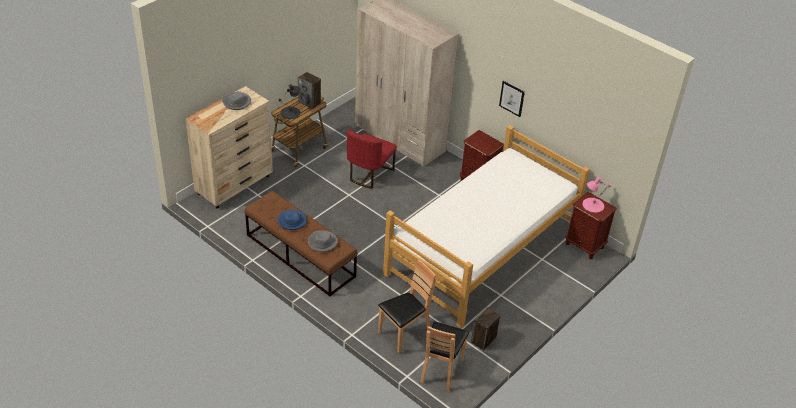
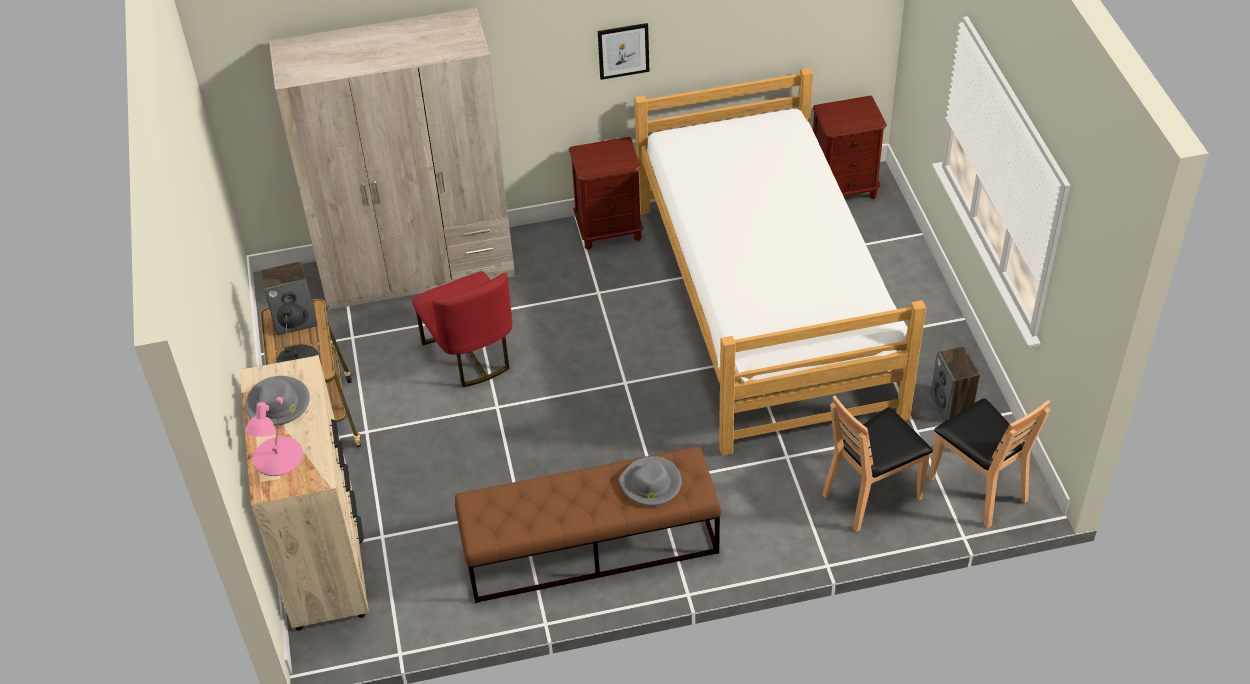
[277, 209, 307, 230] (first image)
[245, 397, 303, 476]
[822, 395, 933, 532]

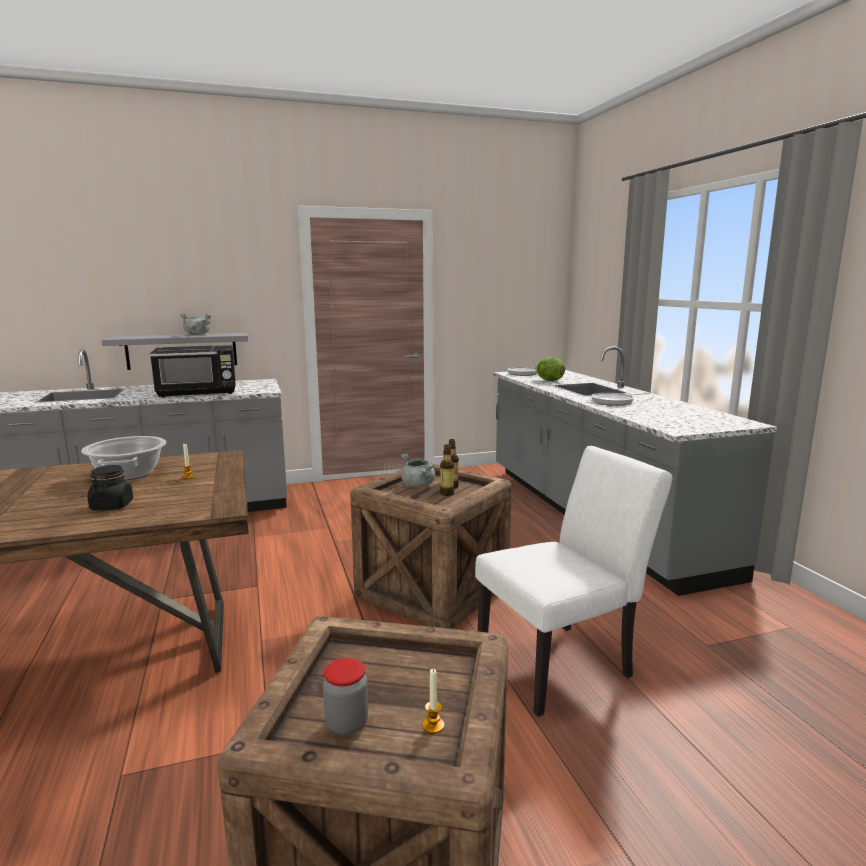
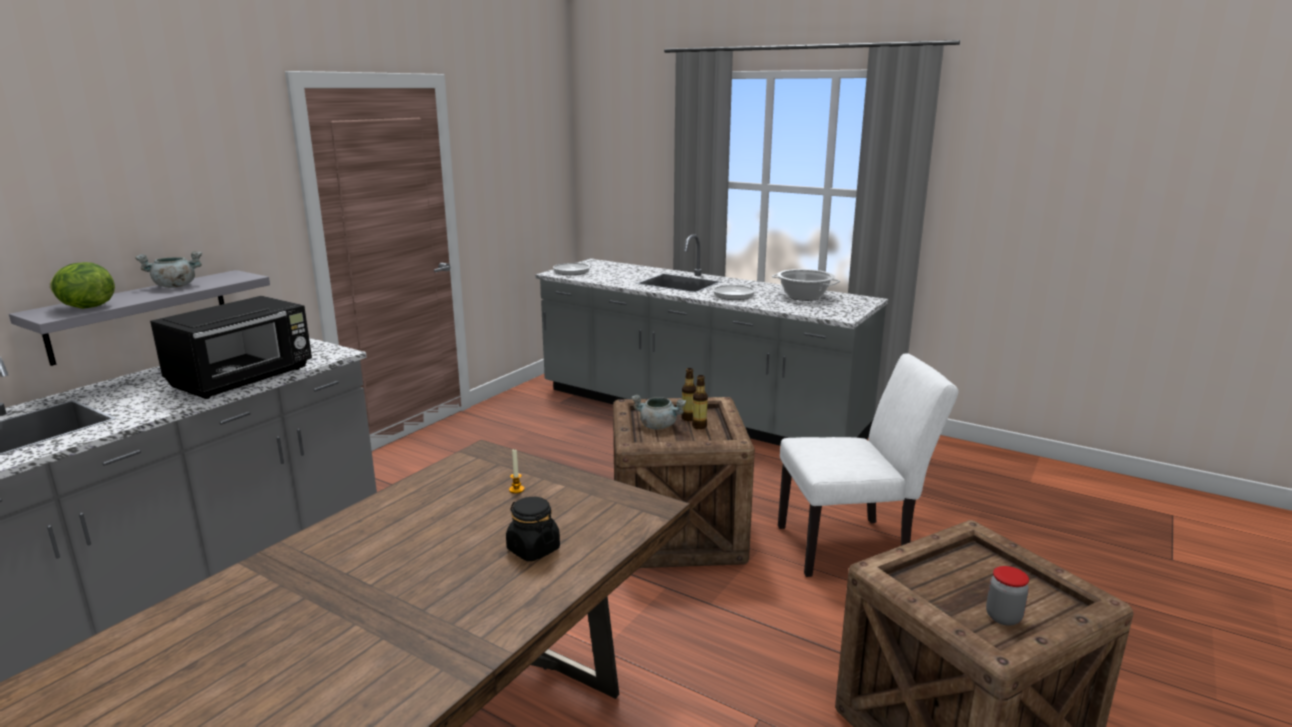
[422, 669, 444, 734] (first image)
[772, 269, 840, 301]
[50, 262, 115, 309]
[778, 353, 958, 577]

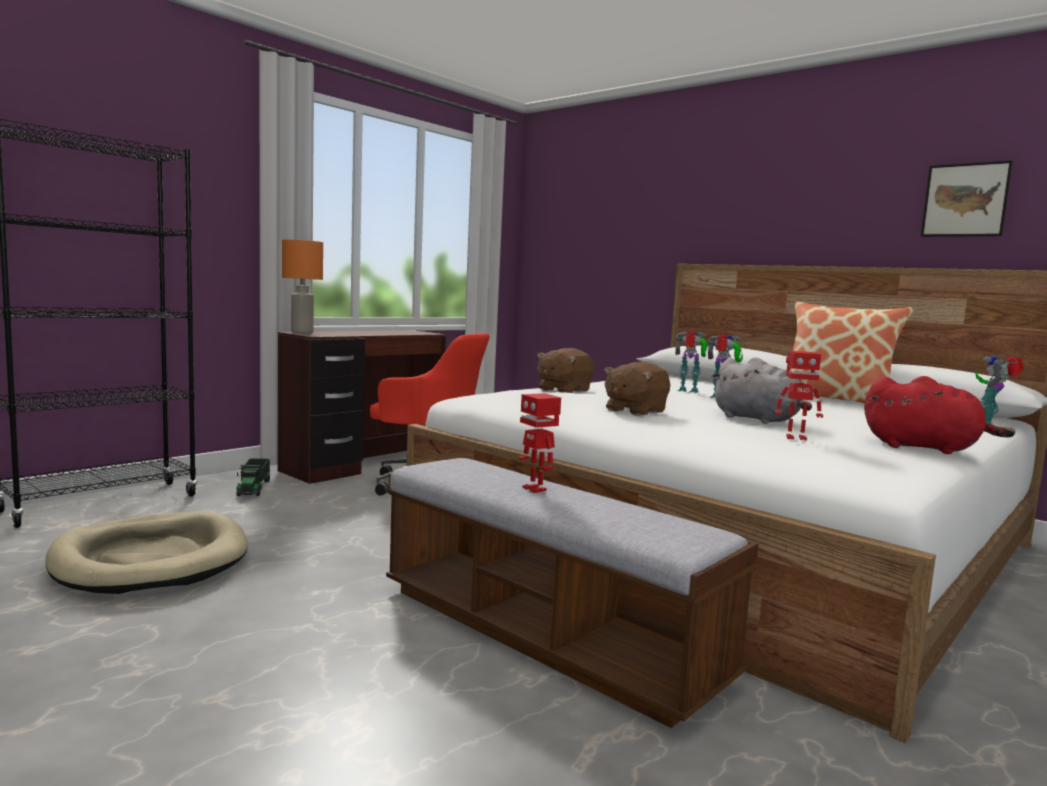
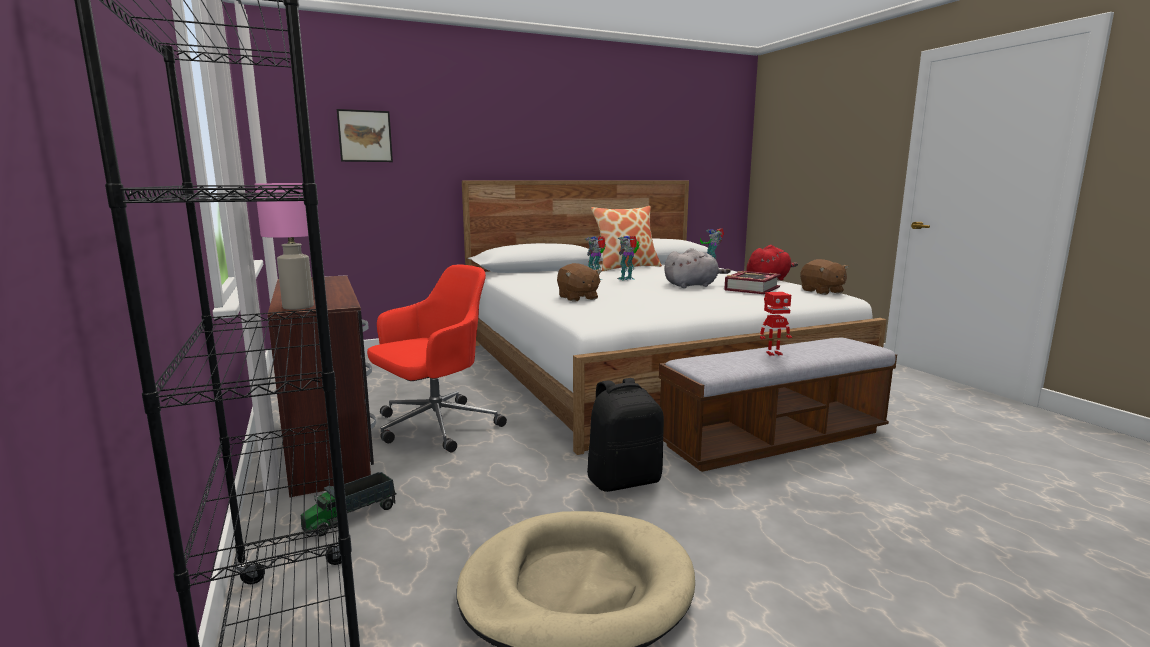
[587, 378, 664, 492]
[800, 259, 848, 295]
[337, 109, 393, 162]
[724, 271, 781, 294]
[255, 183, 314, 310]
[301, 472, 397, 537]

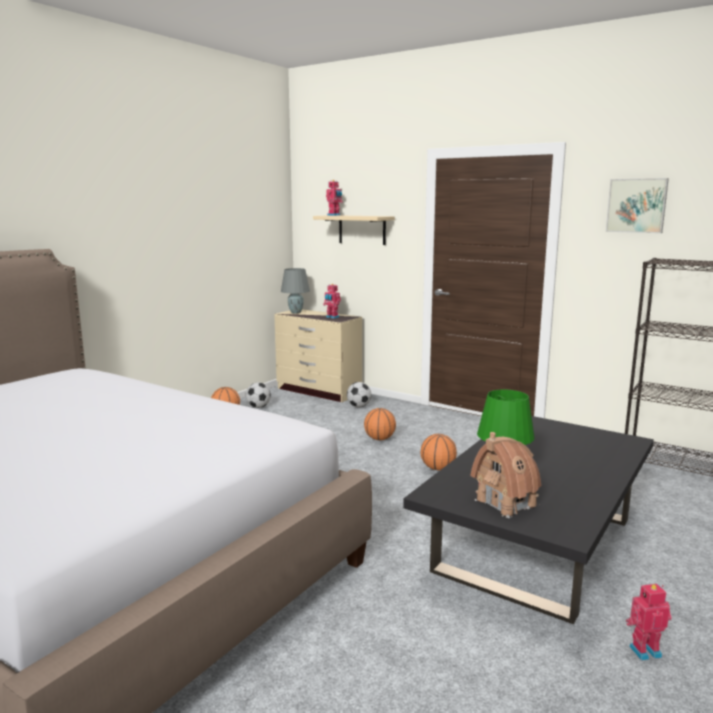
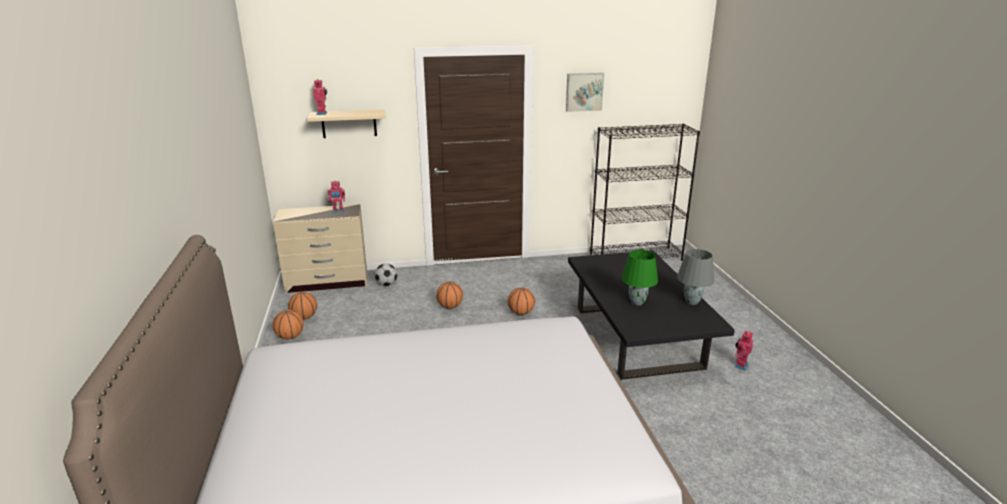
[470, 432, 541, 518] (first image)
[677, 249, 714, 305]
[288, 292, 317, 320]

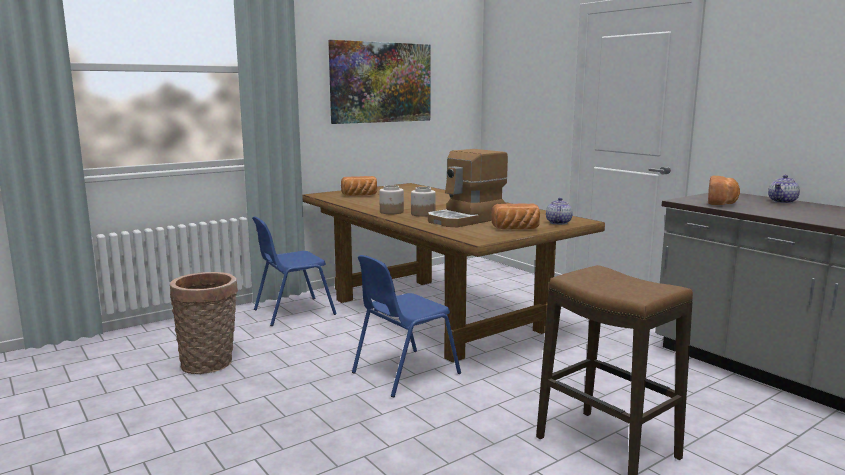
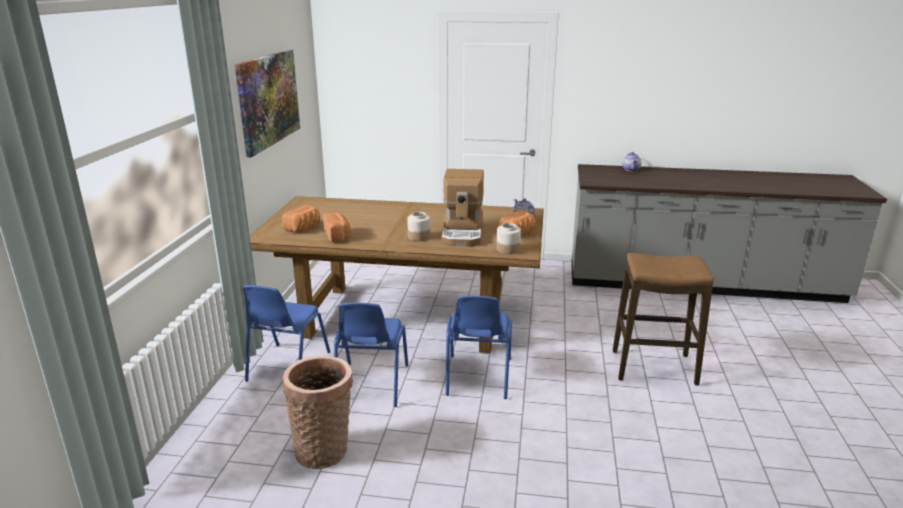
[334, 303, 408, 407]
[496, 223, 521, 254]
[323, 213, 351, 242]

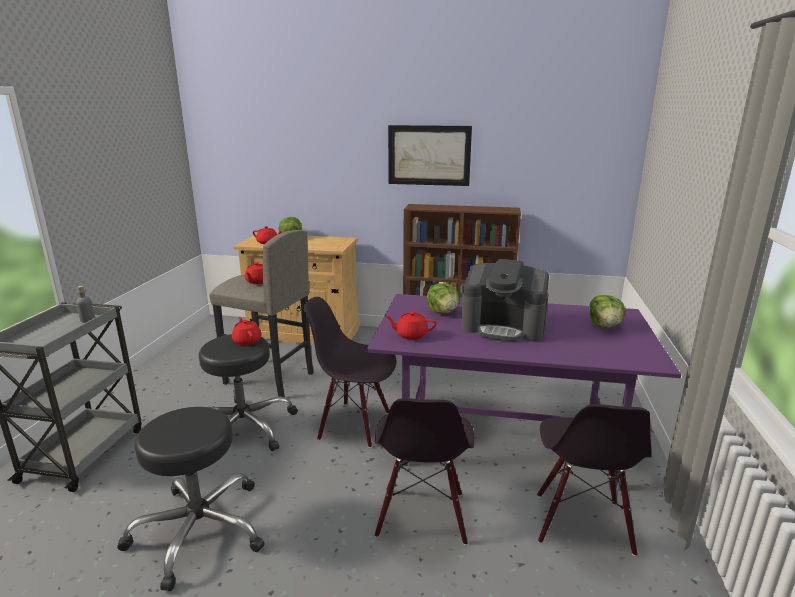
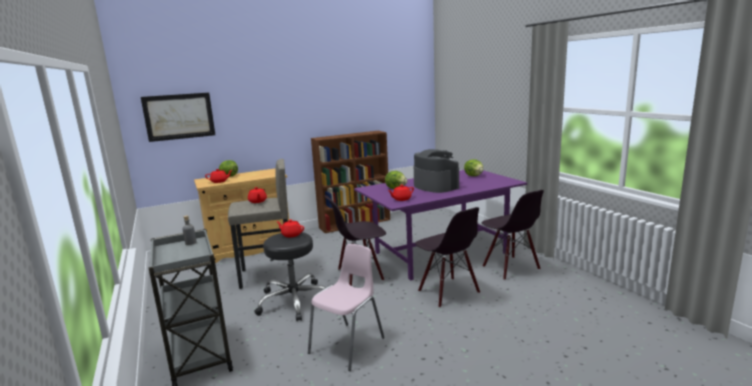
[141, 92, 215, 142]
[308, 244, 385, 371]
[414, 149, 459, 193]

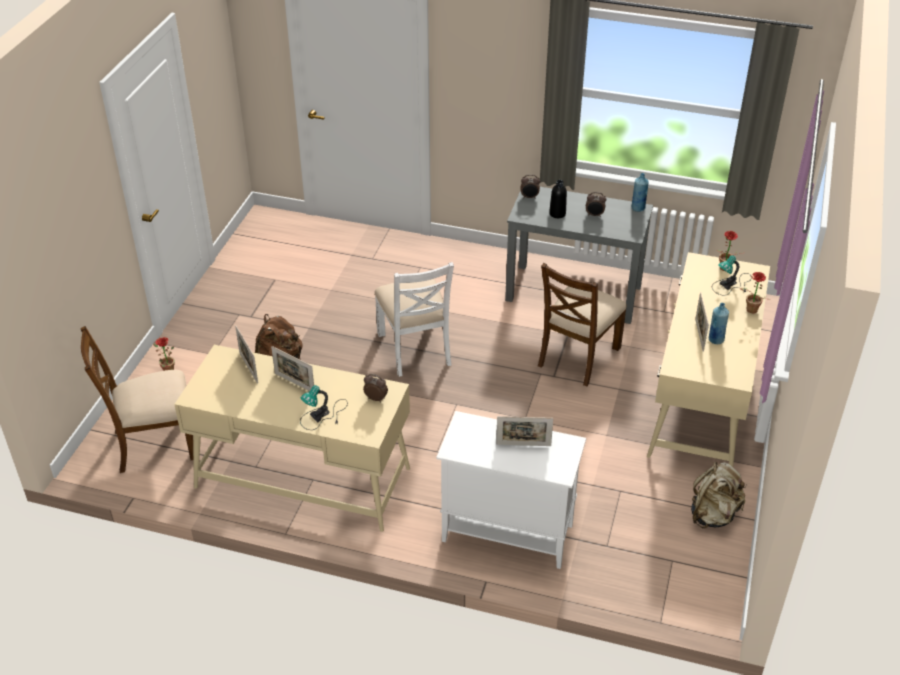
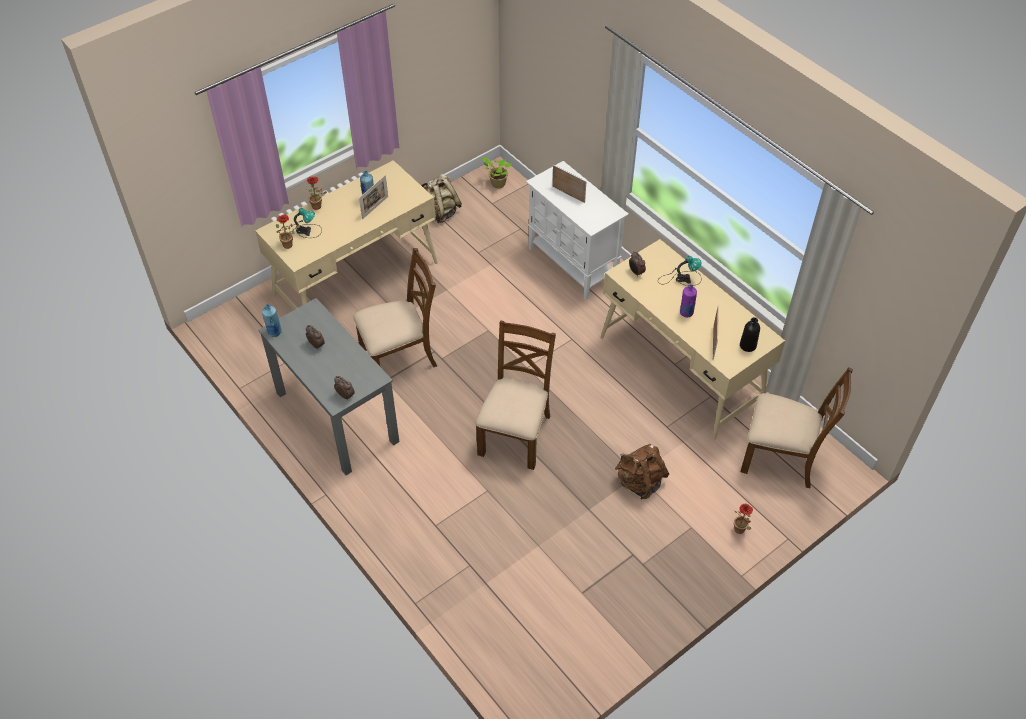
[481, 158, 512, 188]
[740, 318, 760, 352]
[680, 284, 697, 317]
[476, 320, 556, 470]

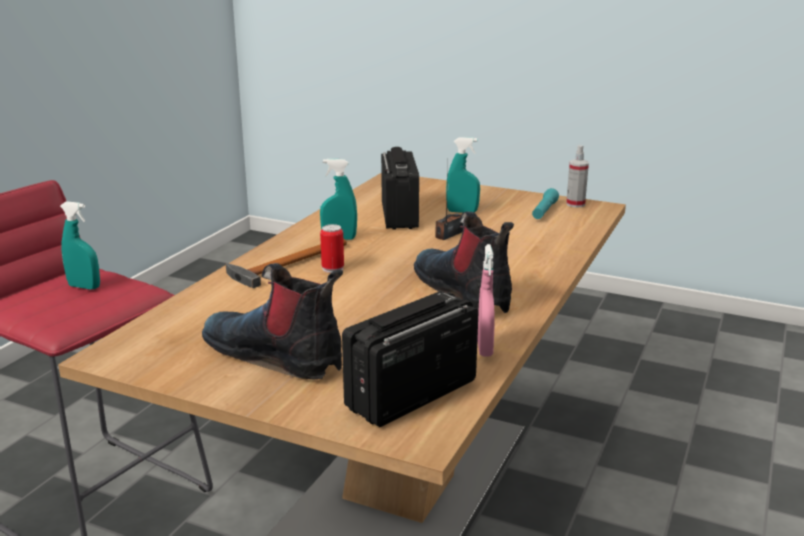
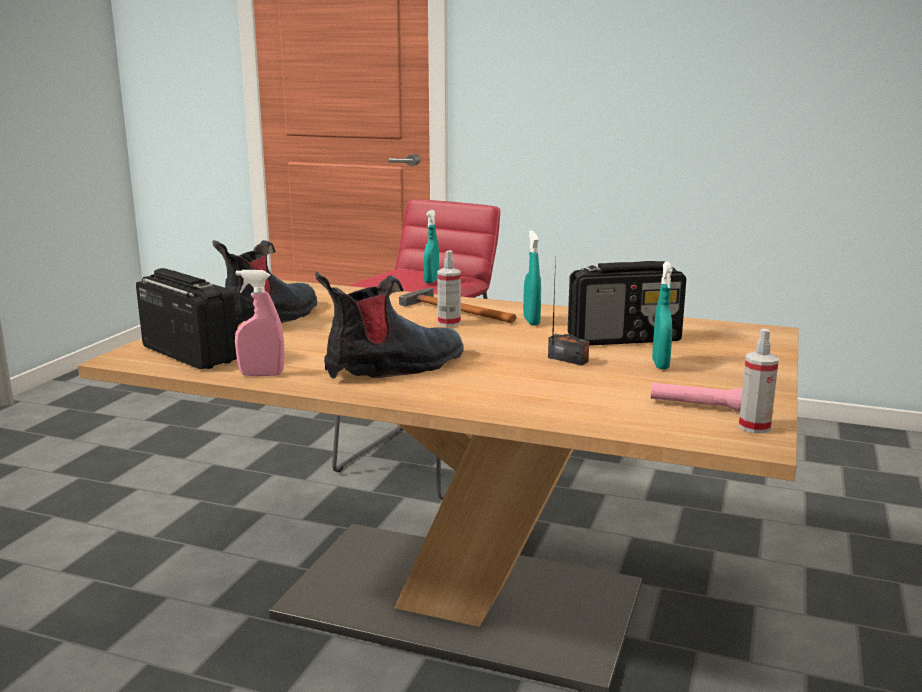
[437, 250, 461, 327]
[651, 382, 743, 412]

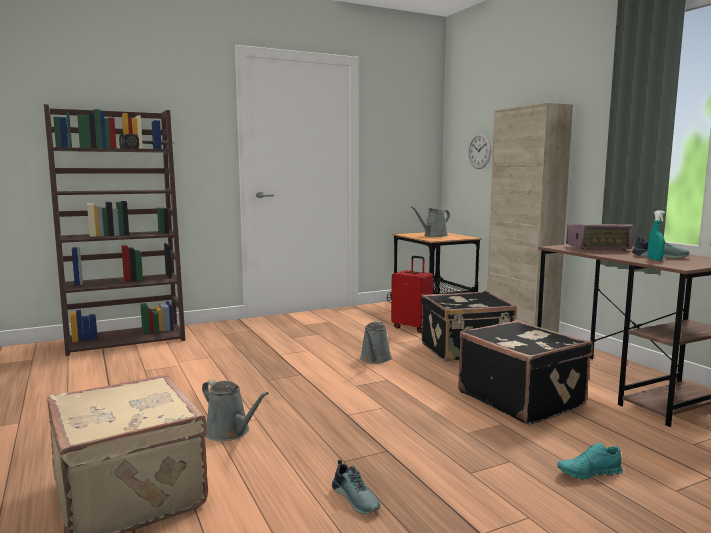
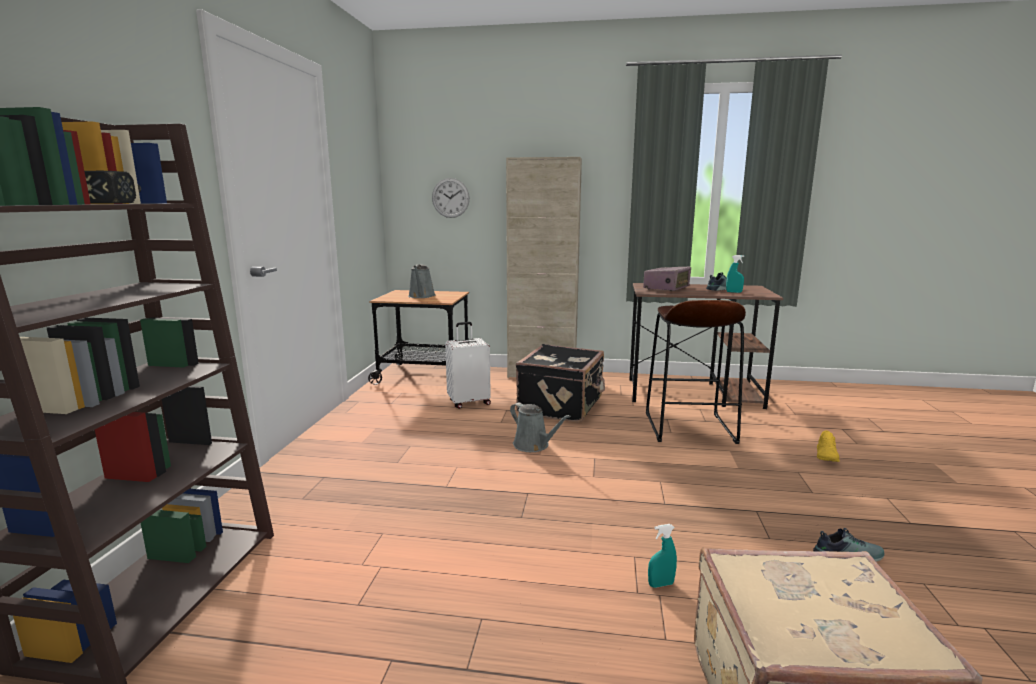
[648, 524, 677, 588]
[646, 300, 746, 444]
[445, 322, 491, 409]
[817, 430, 840, 462]

